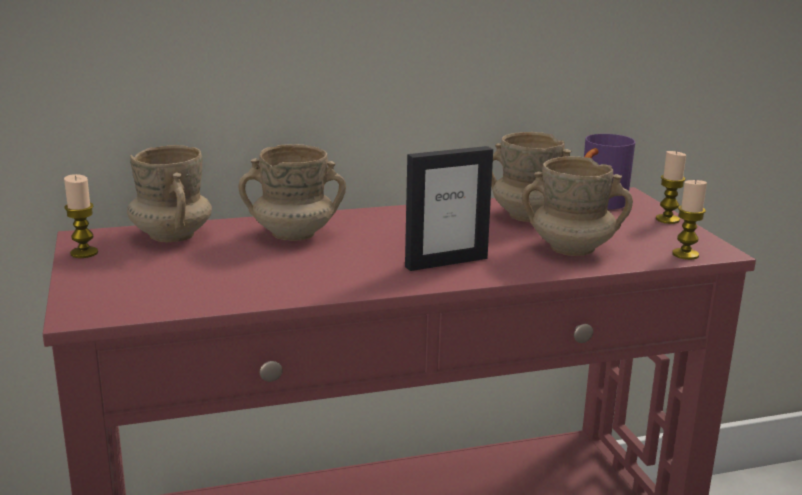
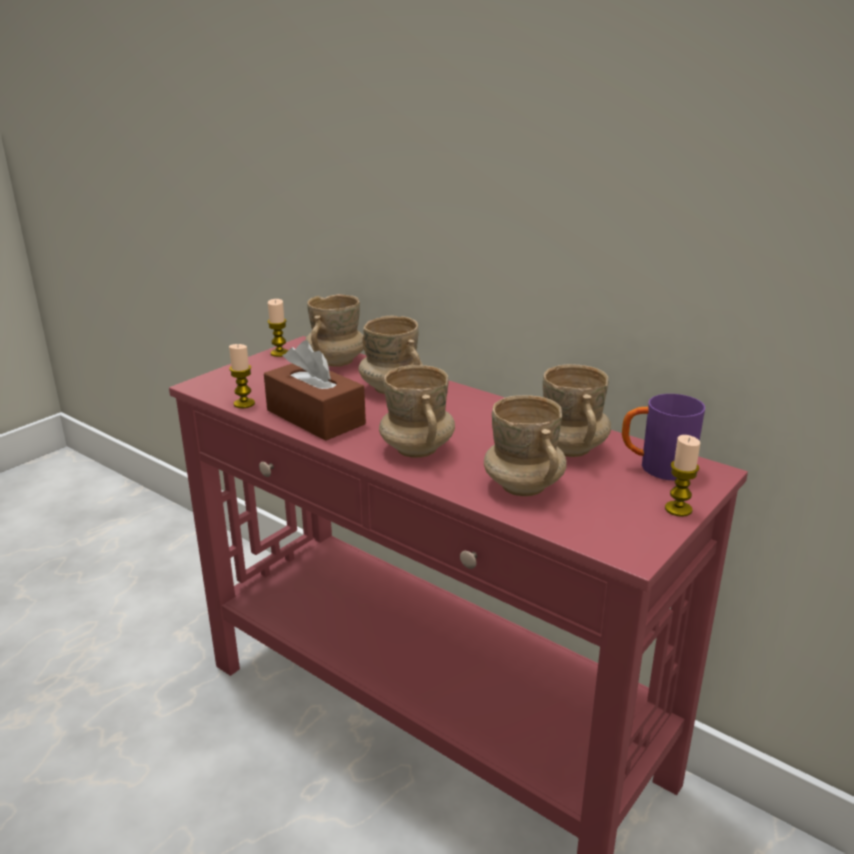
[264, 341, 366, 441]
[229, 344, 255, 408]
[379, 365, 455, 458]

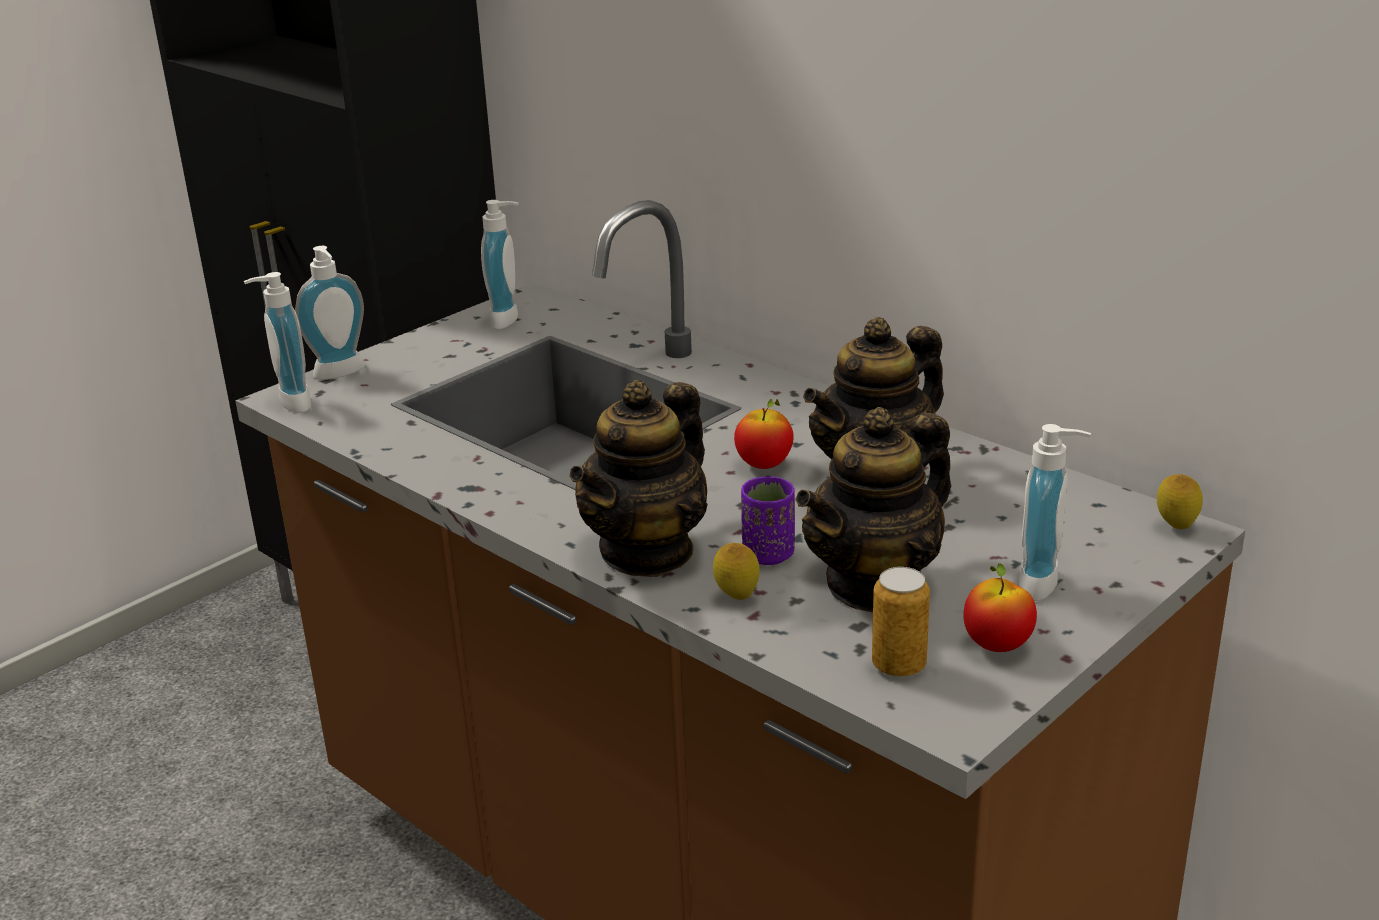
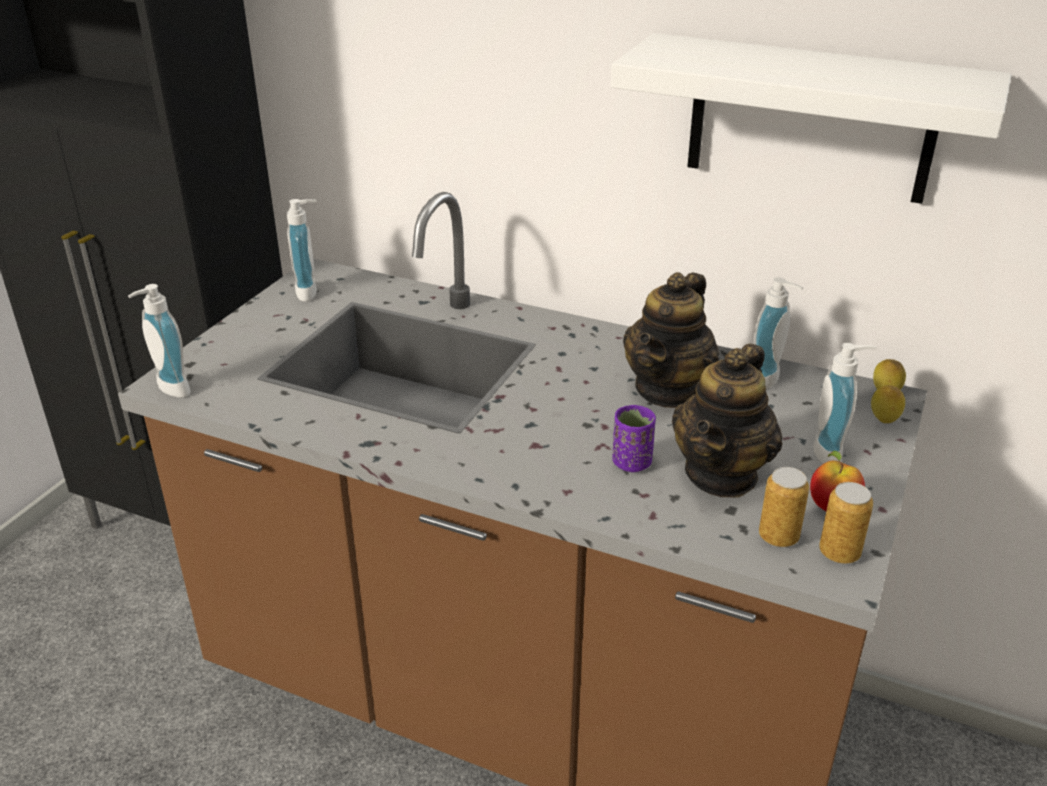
[569, 380, 708, 577] (first image)
[734, 399, 794, 469] (first image)
[611, 33, 1012, 204]
[819, 482, 873, 564]
[754, 277, 803, 389]
[871, 385, 905, 423]

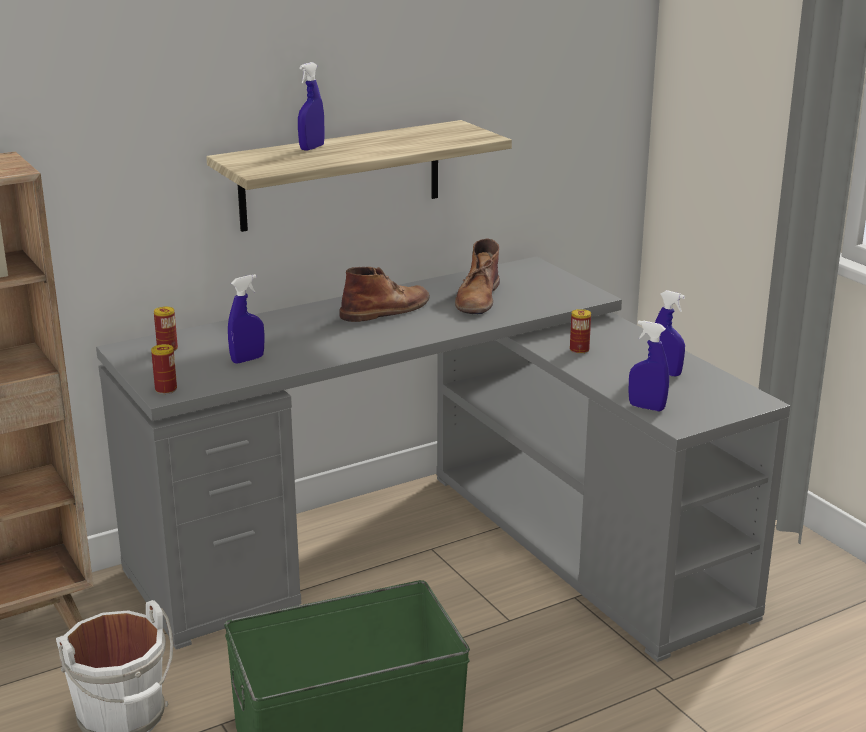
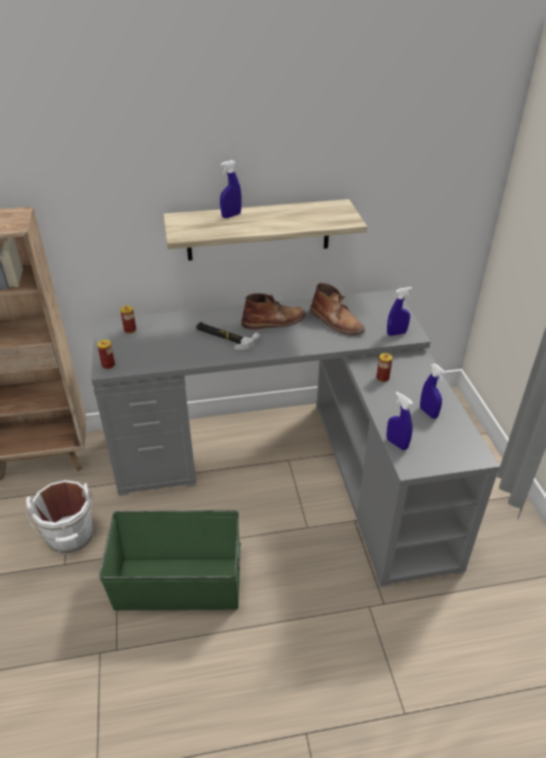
[196, 322, 260, 350]
[387, 287, 412, 336]
[311, 283, 365, 335]

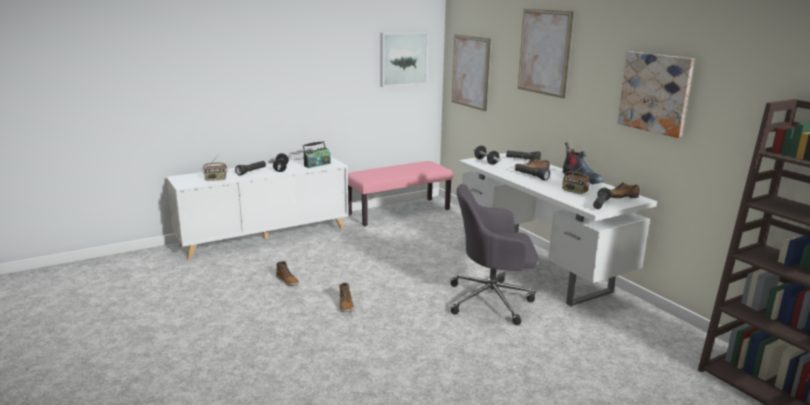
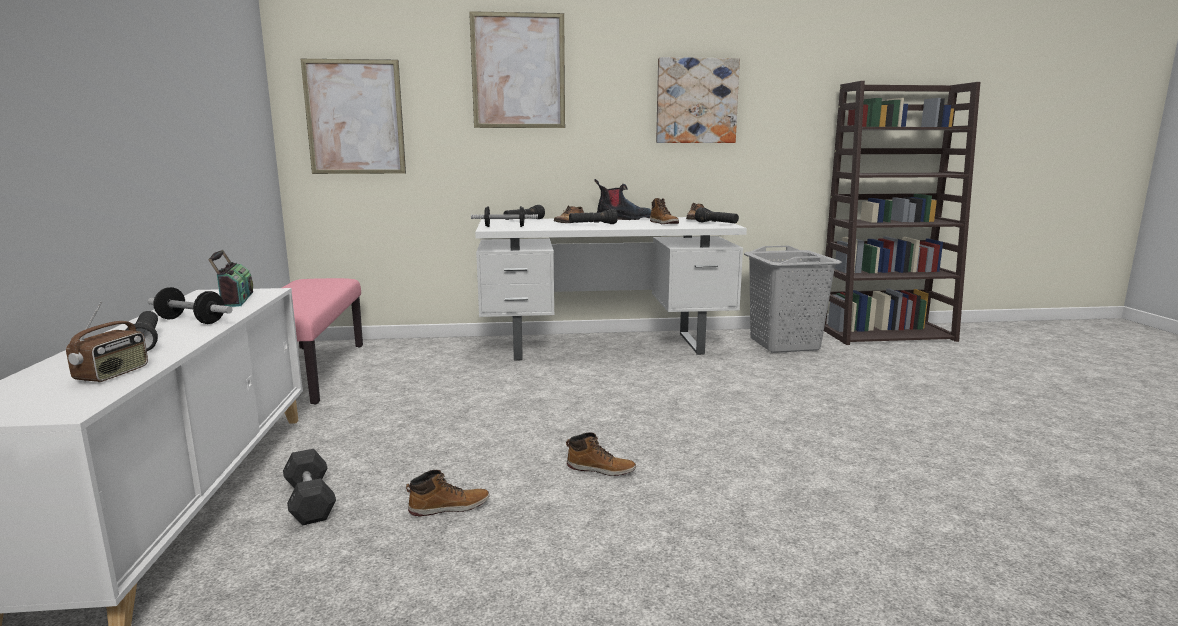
[381, 31, 428, 87] (first image)
[450, 184, 538, 325] (first image)
[283, 449, 336, 525]
[744, 246, 842, 353]
[650, 198, 679, 225]

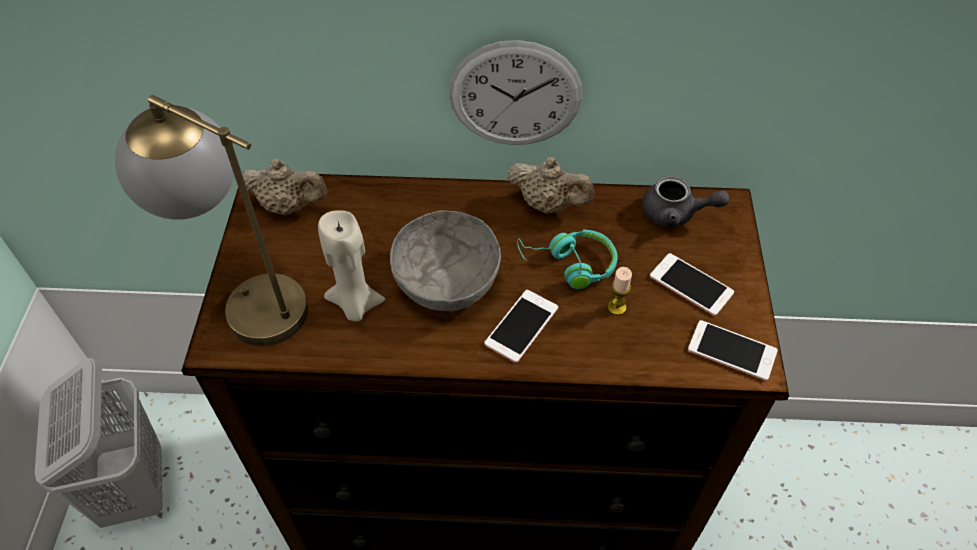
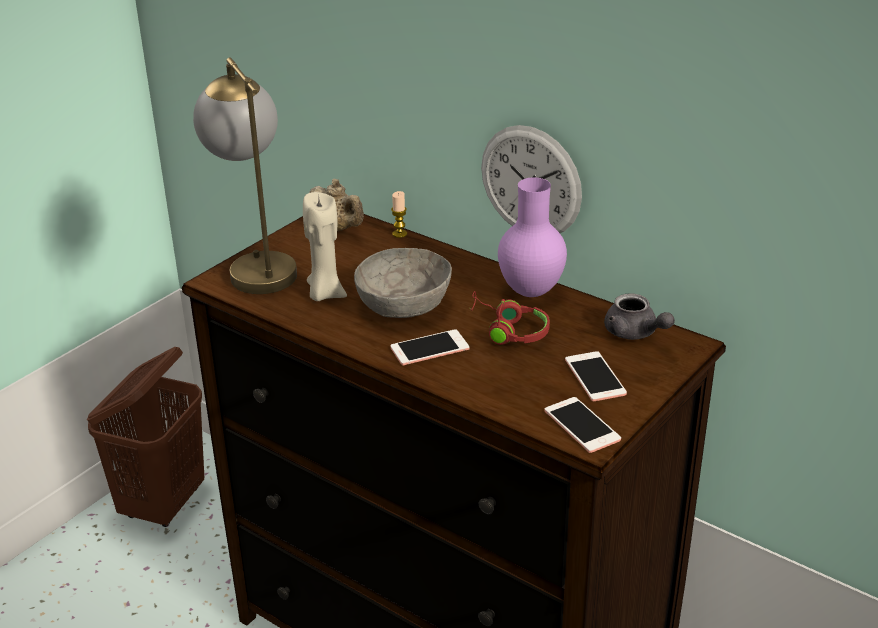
[391, 191, 407, 238]
[498, 177, 567, 297]
[87, 347, 204, 527]
[470, 291, 550, 345]

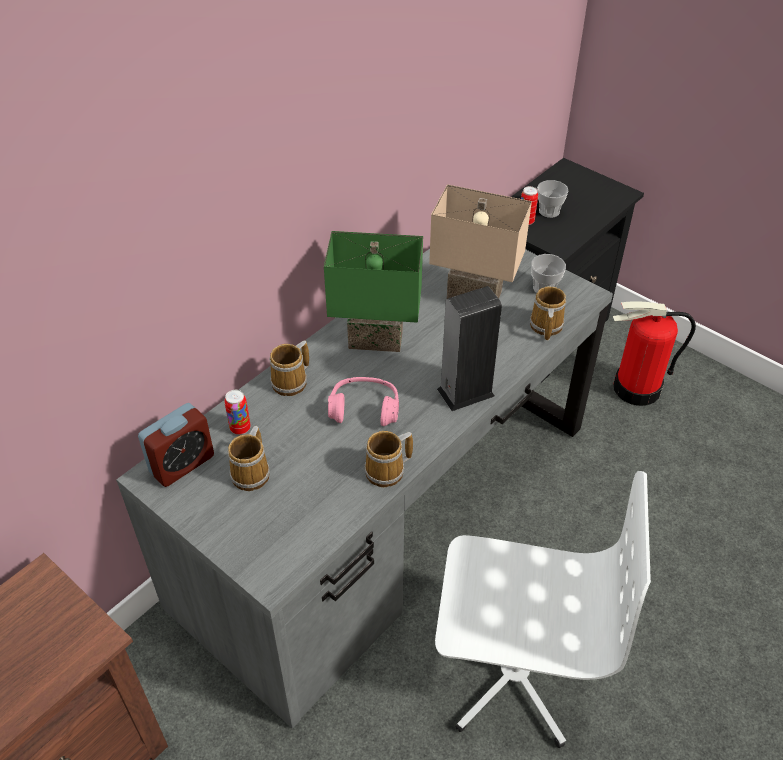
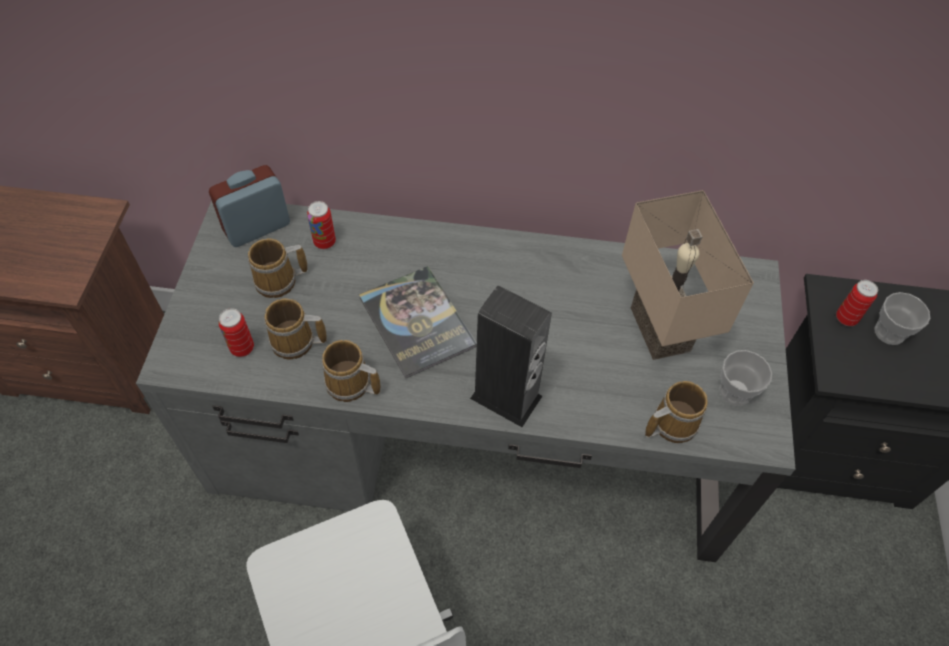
[324, 231, 423, 352] (first image)
[613, 301, 696, 406] (first image)
[219, 308, 254, 357]
[264, 298, 327, 360]
[359, 266, 477, 379]
[209, 165, 290, 247]

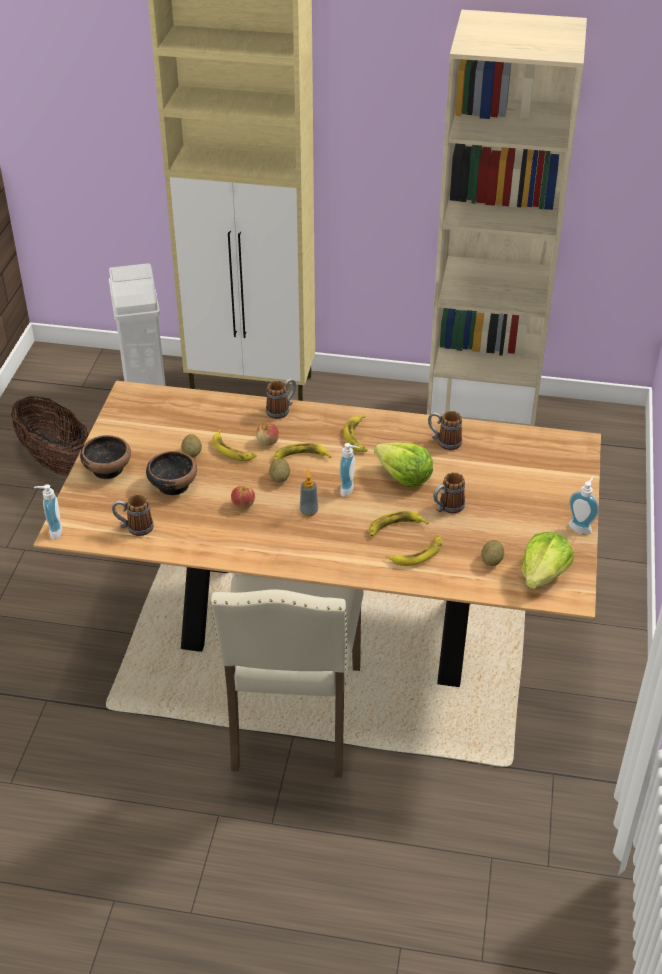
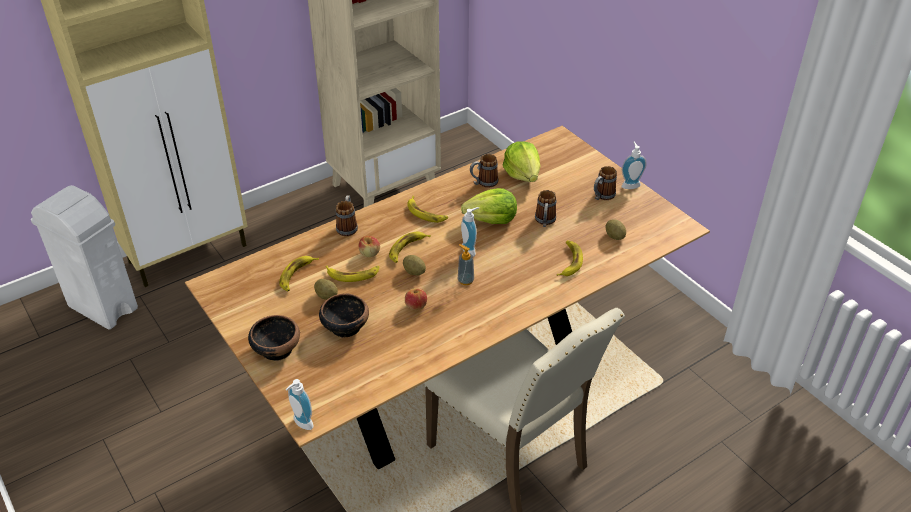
[11, 396, 89, 477] (first image)
[594, 166, 617, 200]
[279, 256, 319, 291]
[503, 141, 541, 182]

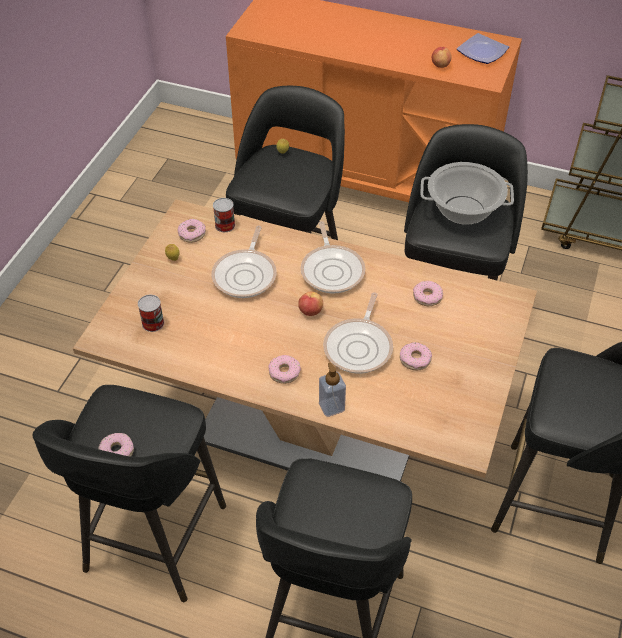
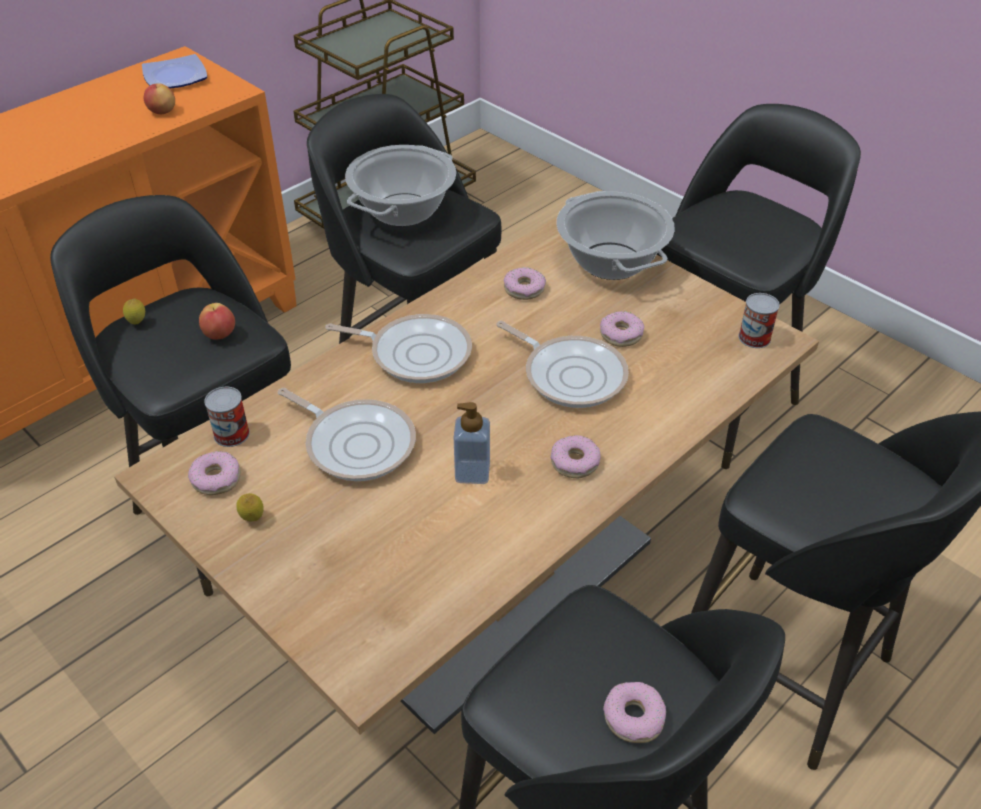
[556, 191, 675, 280]
[739, 293, 780, 348]
[199, 303, 235, 339]
[454, 402, 490, 484]

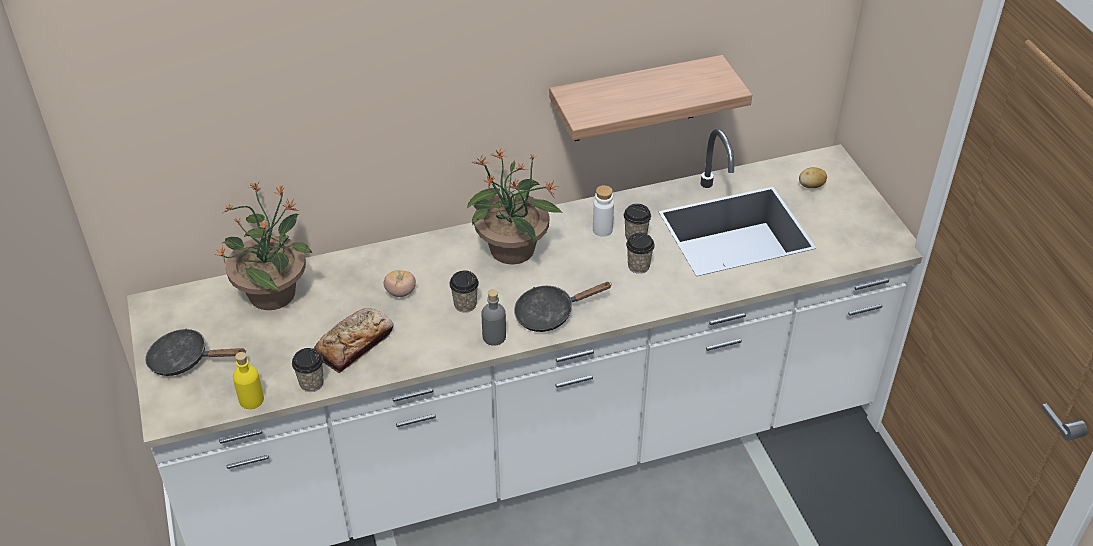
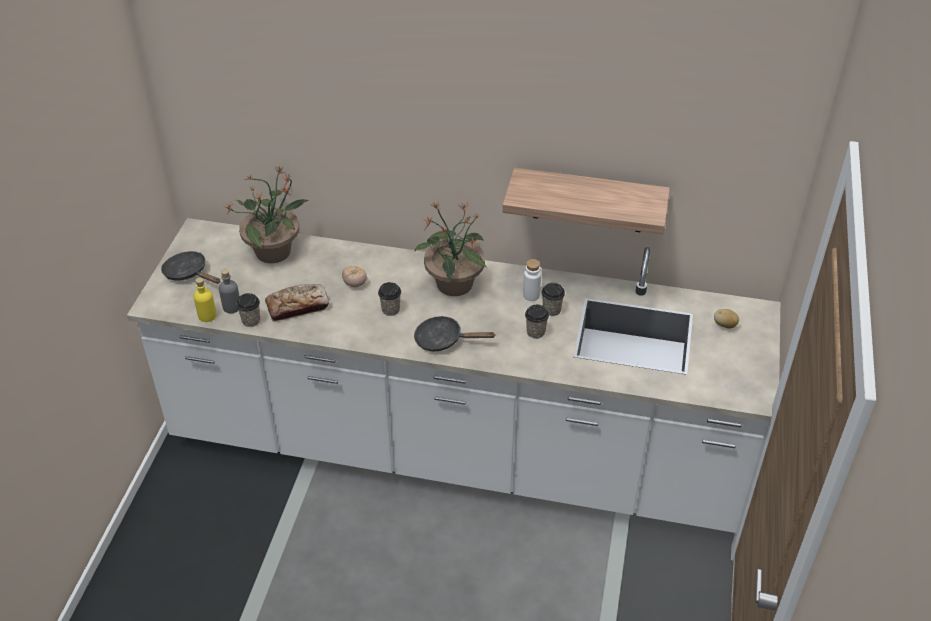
[219, 269, 240, 313]

